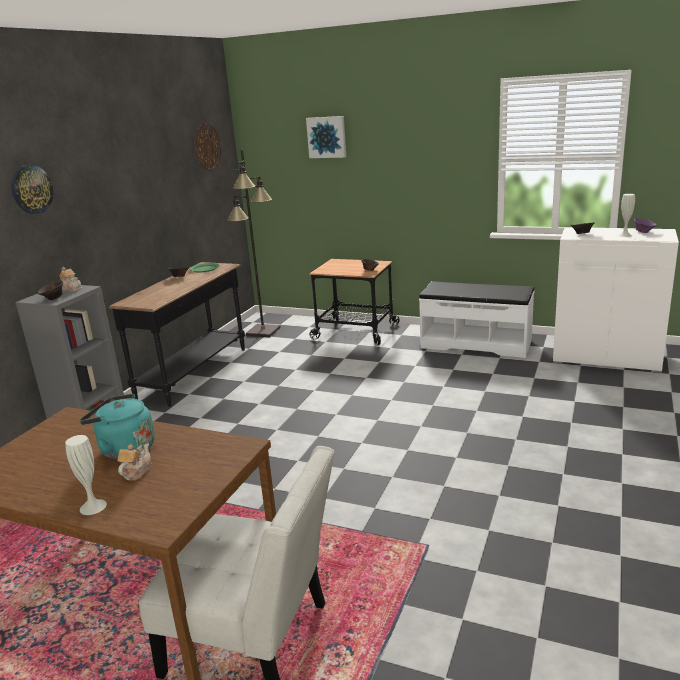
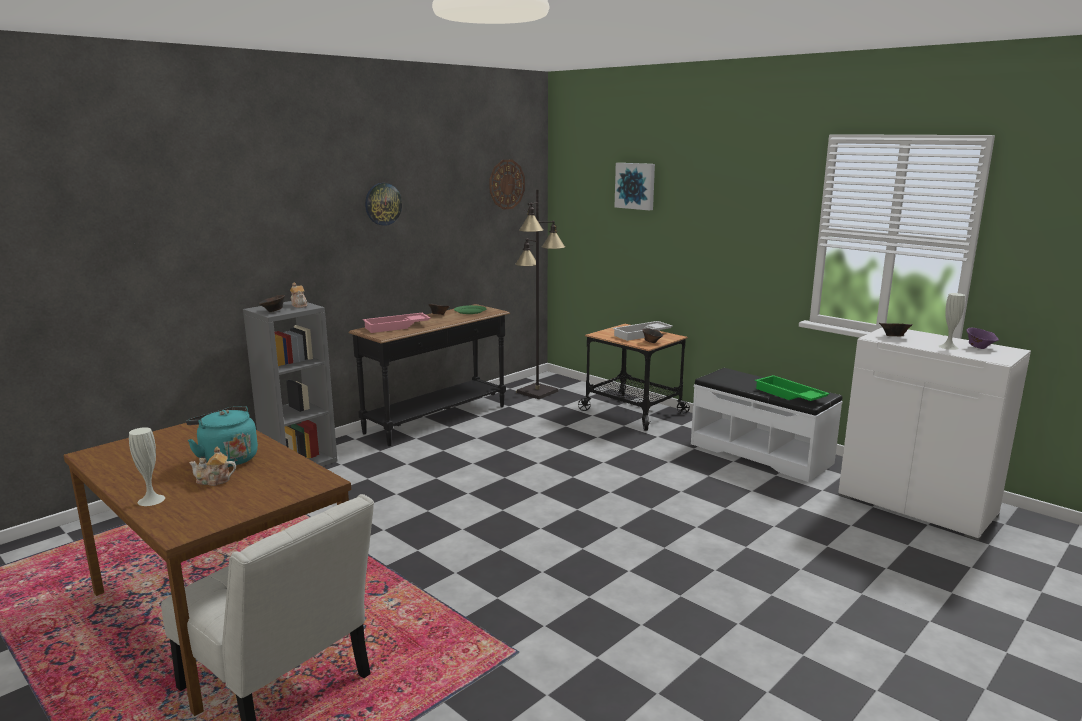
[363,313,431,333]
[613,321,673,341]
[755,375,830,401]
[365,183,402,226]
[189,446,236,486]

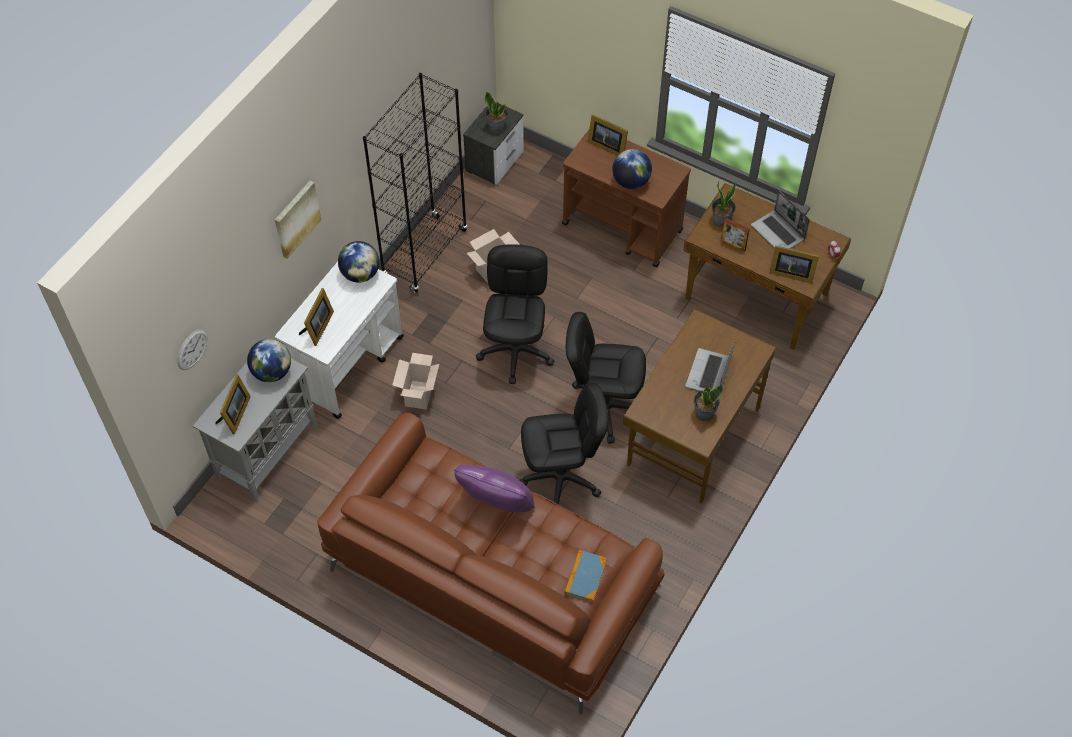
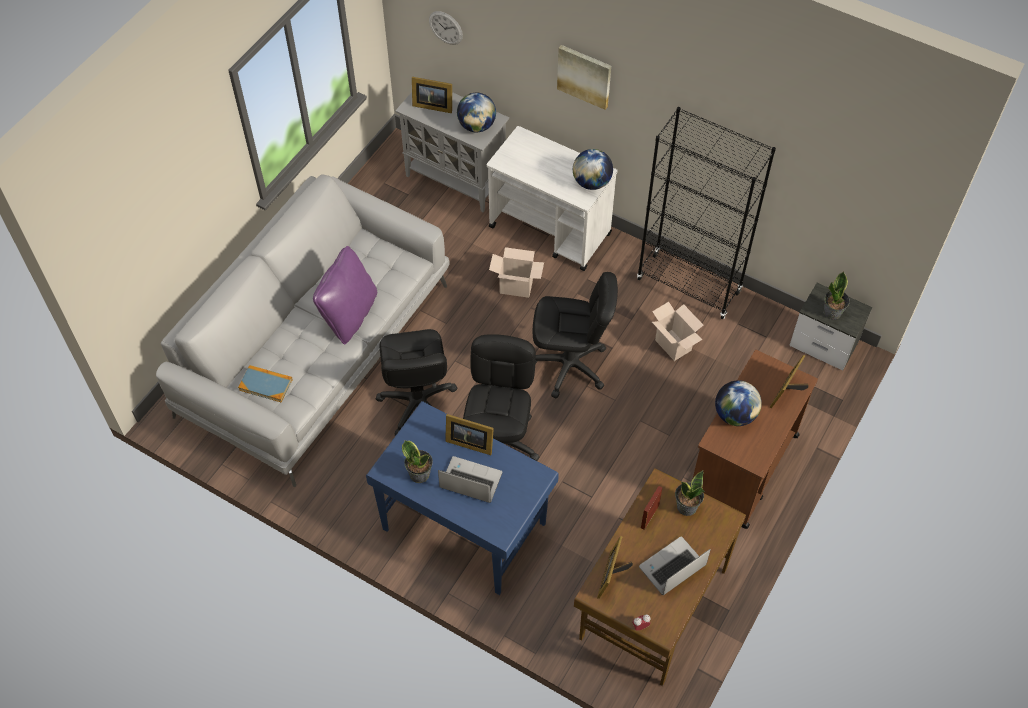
[445,414,494,455]
[156,174,450,487]
[366,401,559,595]

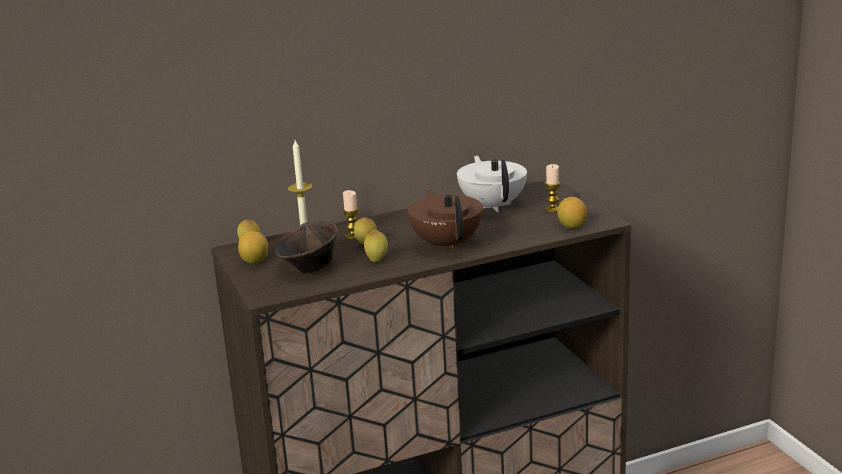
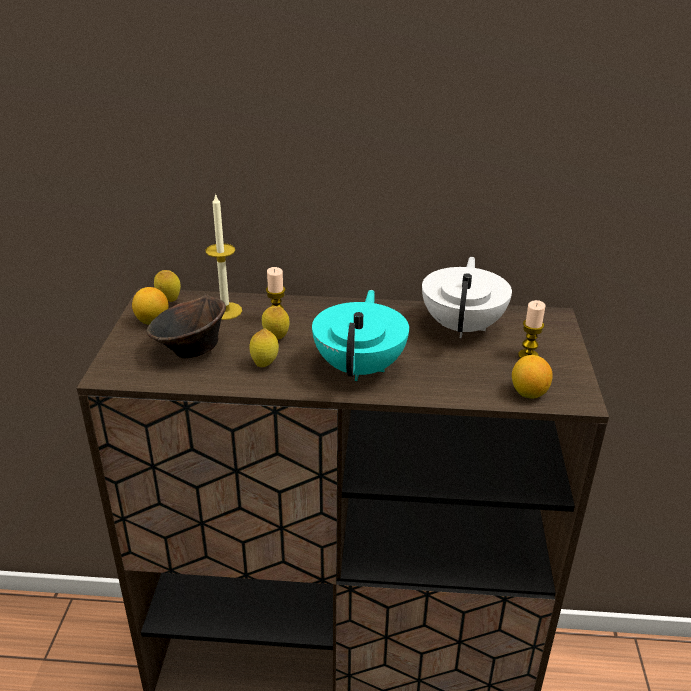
[312,290,409,381]

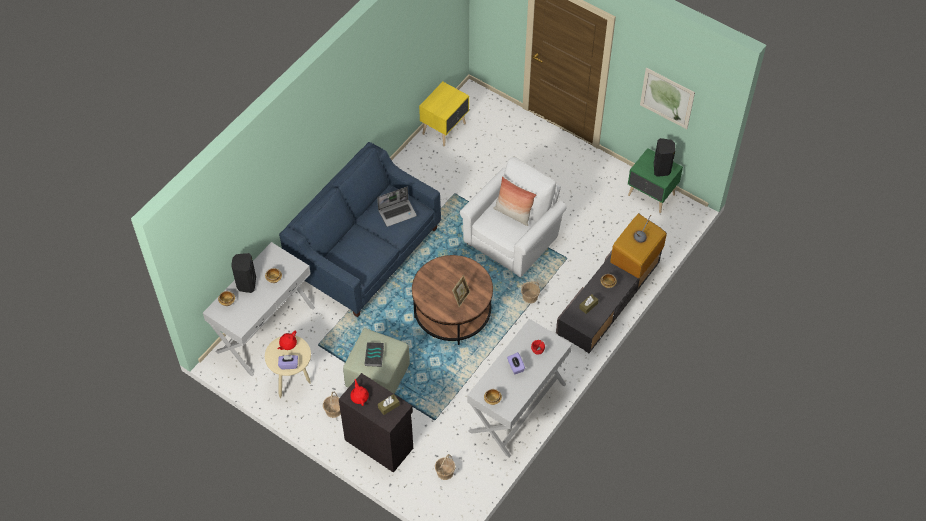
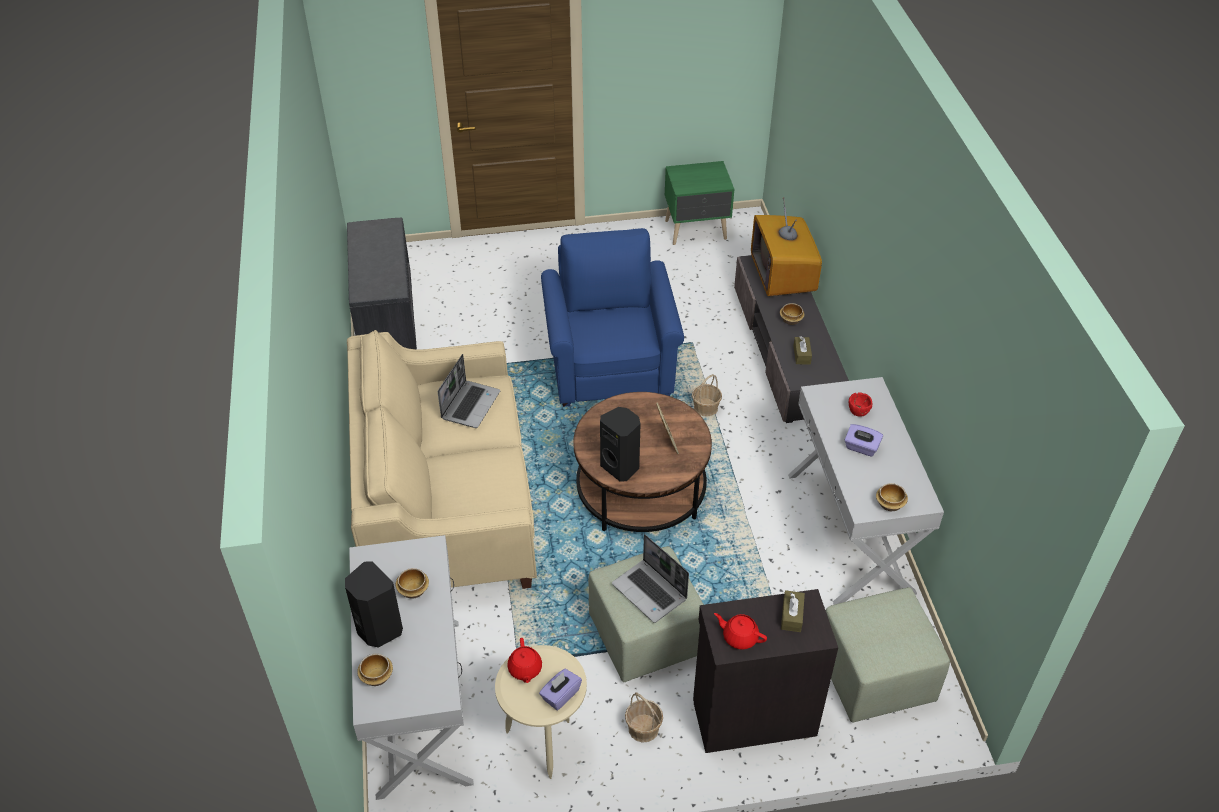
[493,176,536,226] (first image)
[640,68,695,129] (first image)
[600,407,640,482]
[612,534,689,623]
[347,218,417,349]
[826,587,950,722]
[347,330,537,589]
[541,228,684,407]

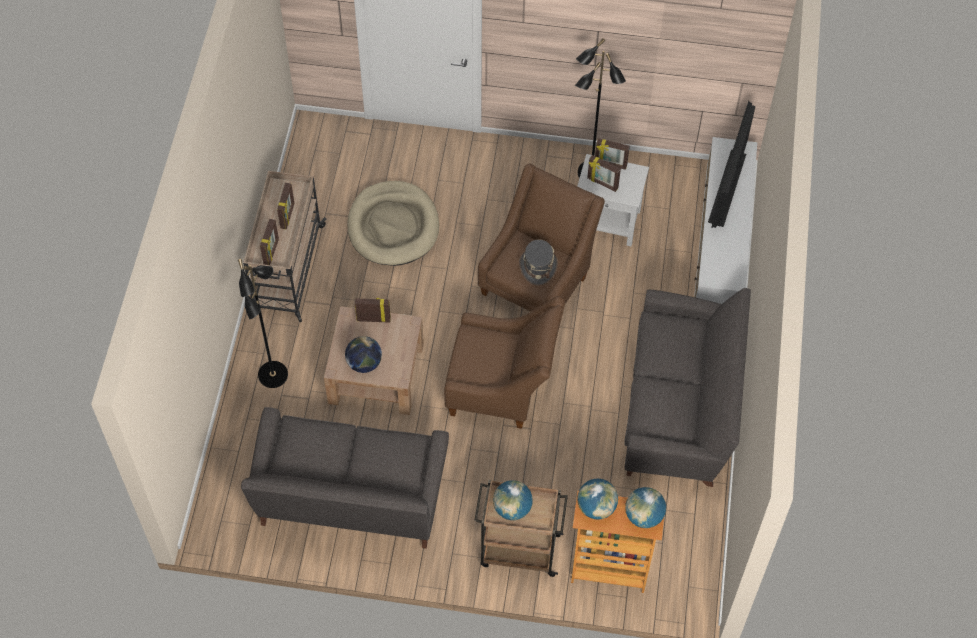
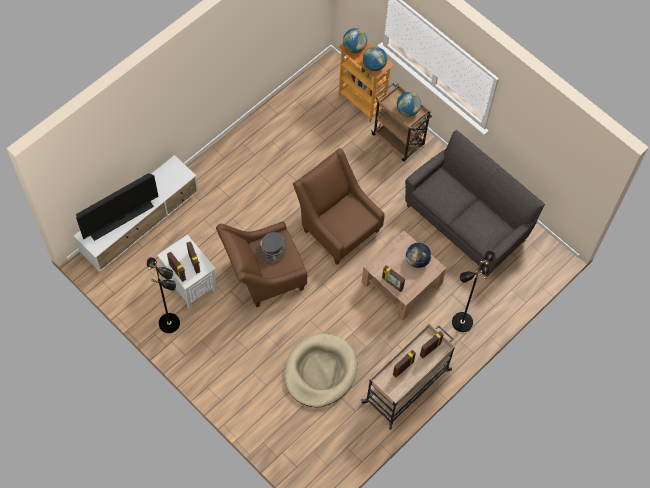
[624,288,751,487] (first image)

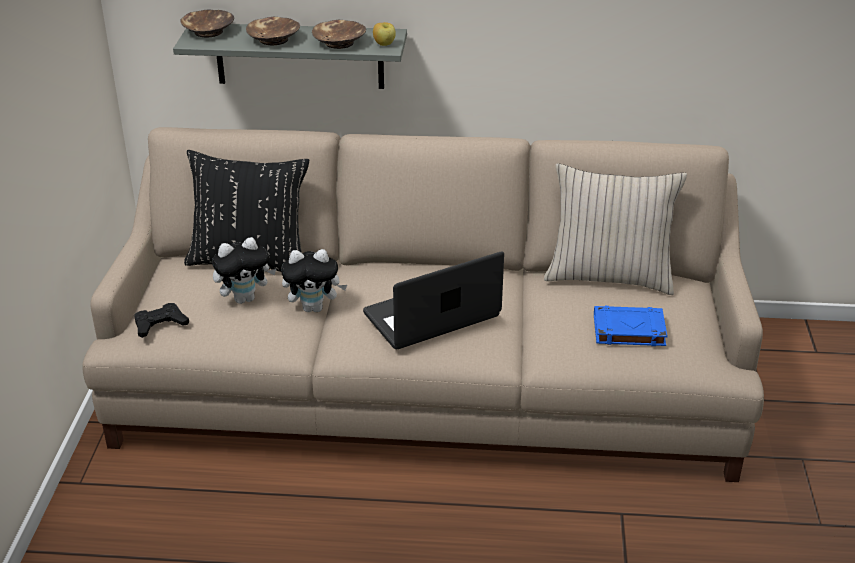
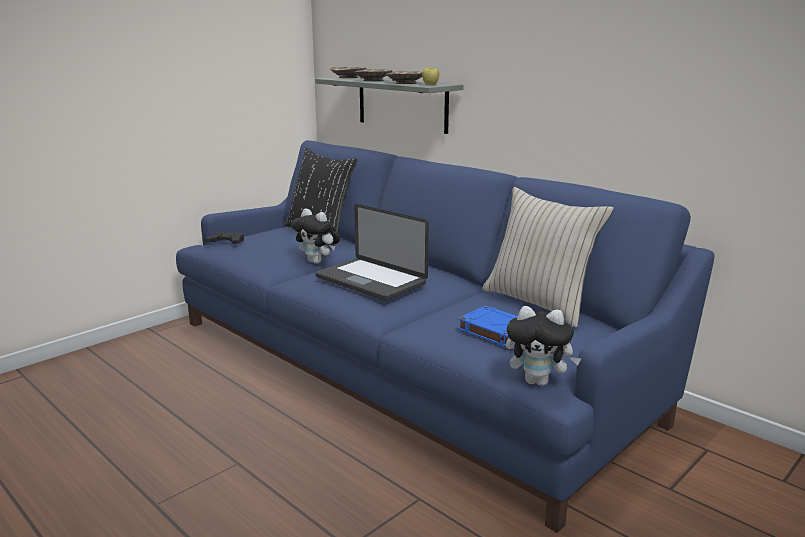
[506,306,582,386]
[176,140,715,533]
[315,204,429,301]

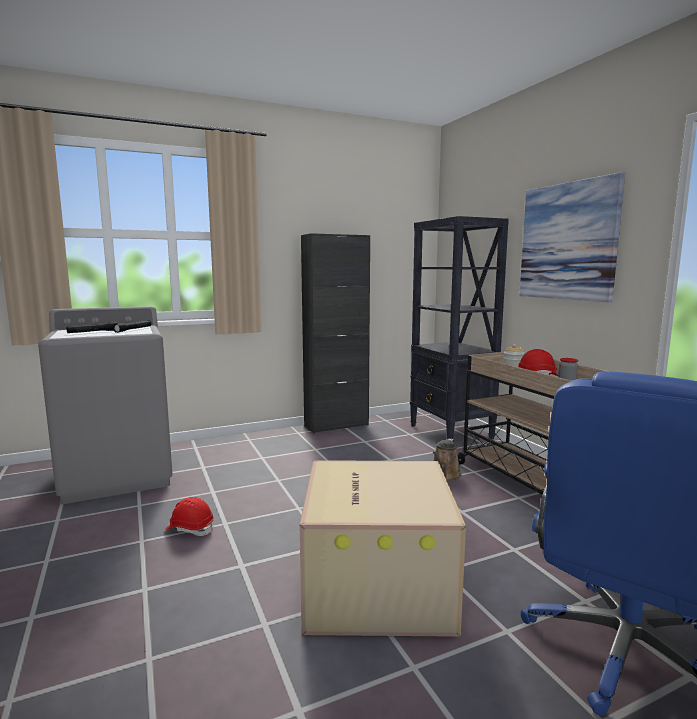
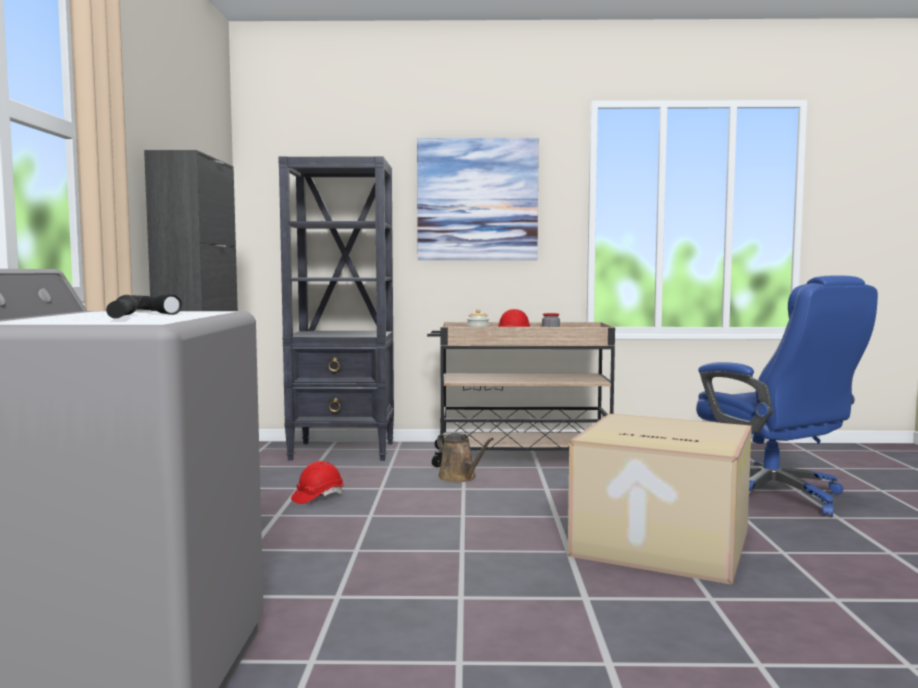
[291,461,344,504]

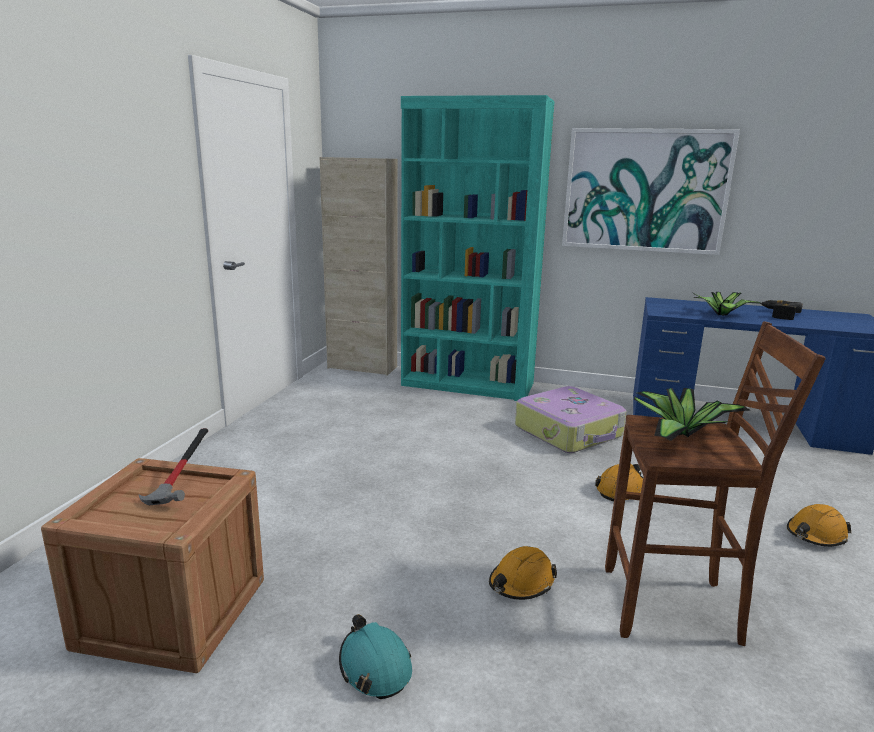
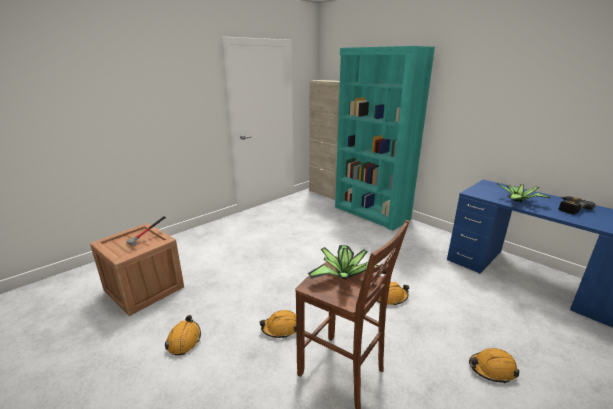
[515,386,627,453] (first image)
[562,128,740,255] (first image)
[165,315,201,355]

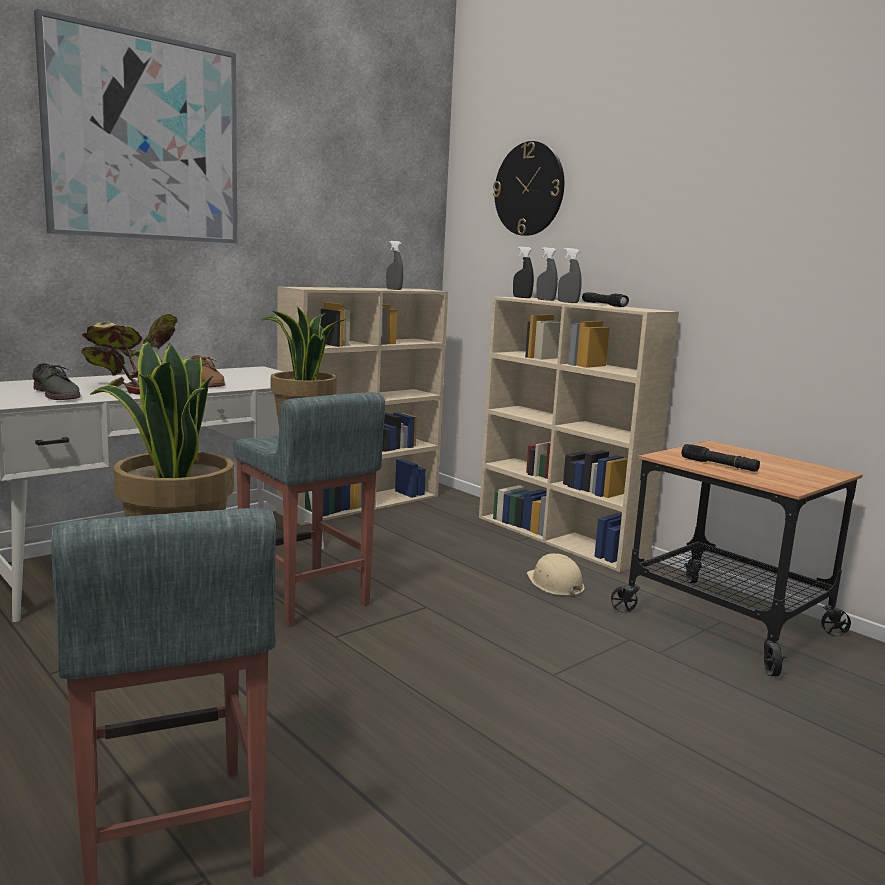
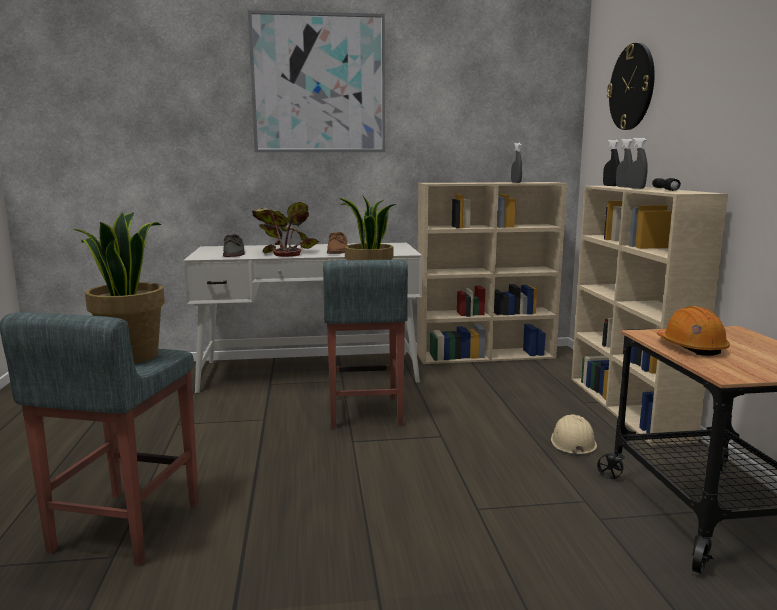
[657,306,730,356]

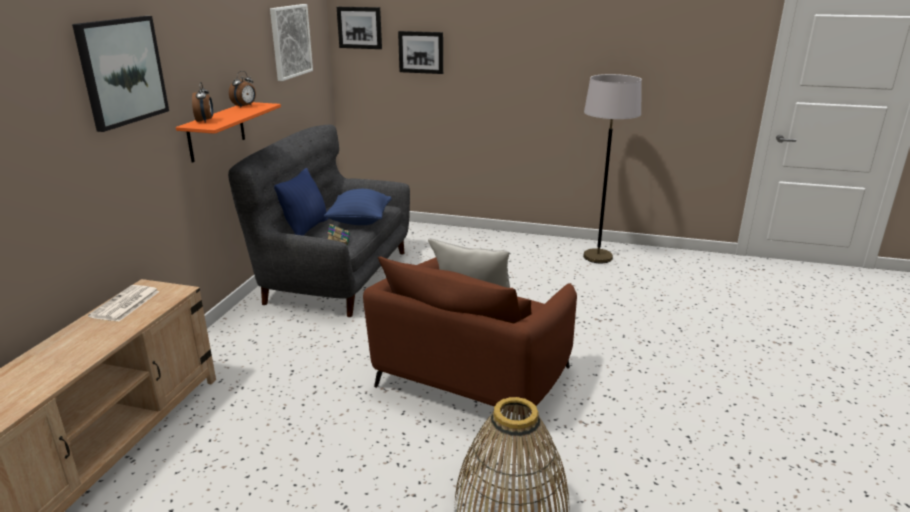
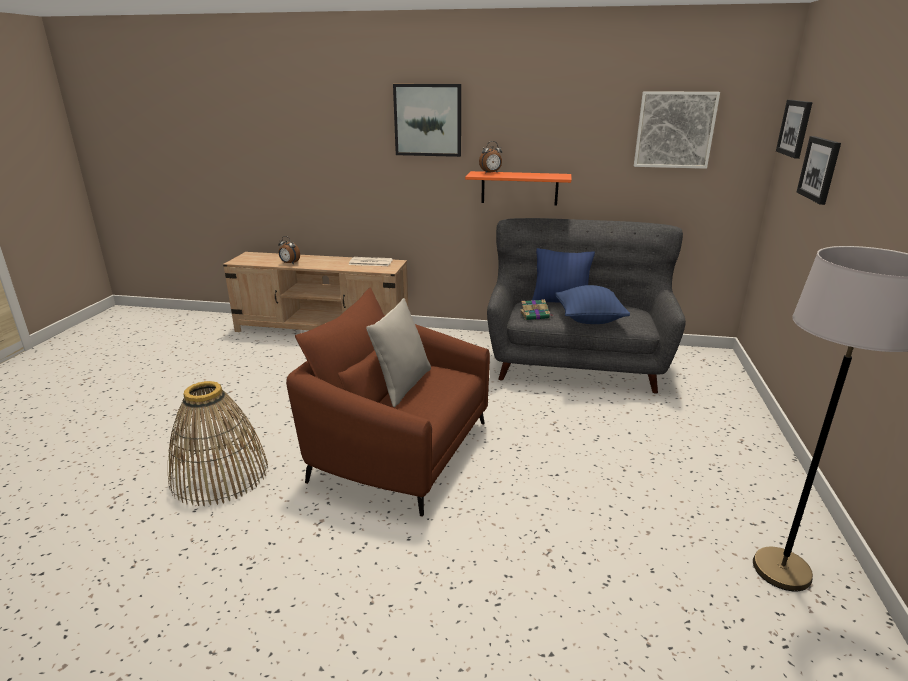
[278,236,300,265]

